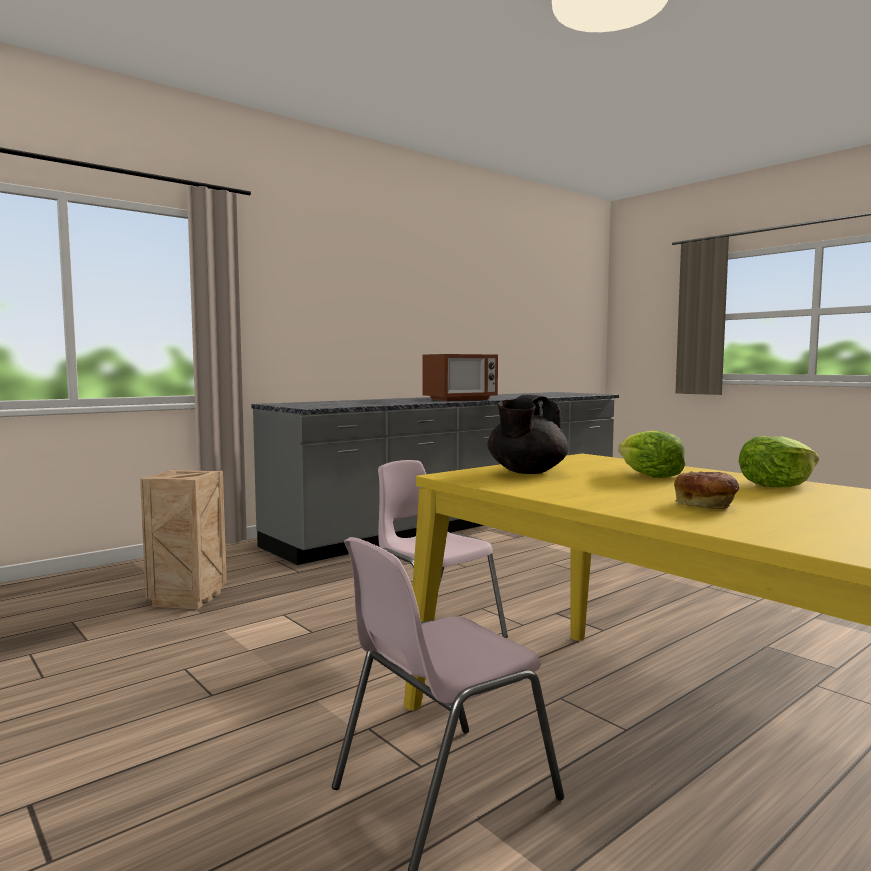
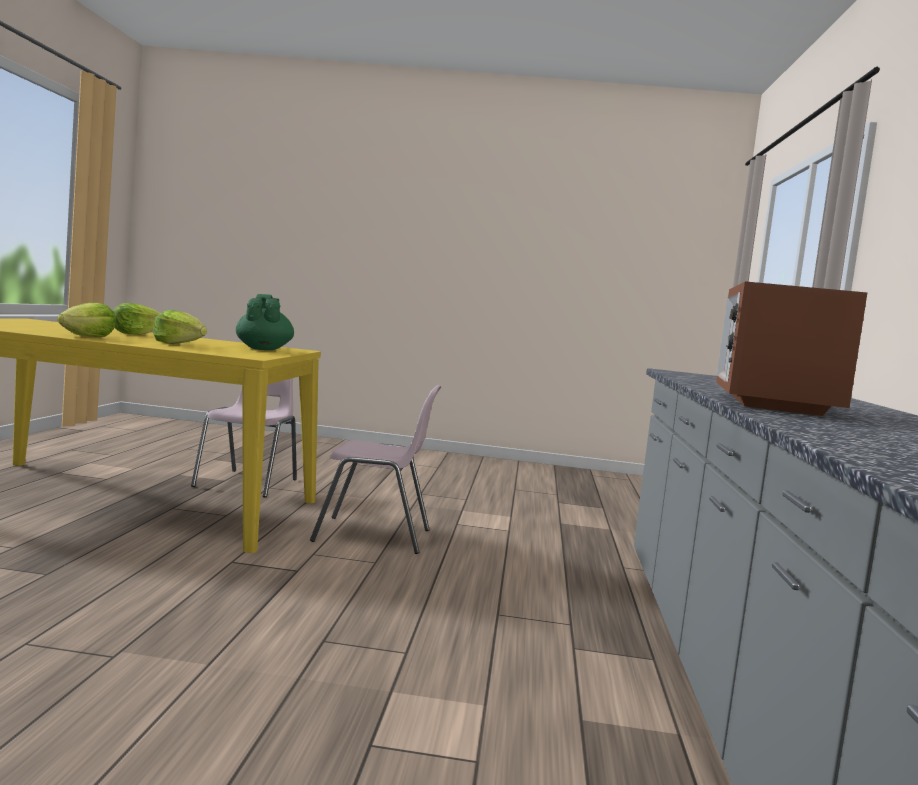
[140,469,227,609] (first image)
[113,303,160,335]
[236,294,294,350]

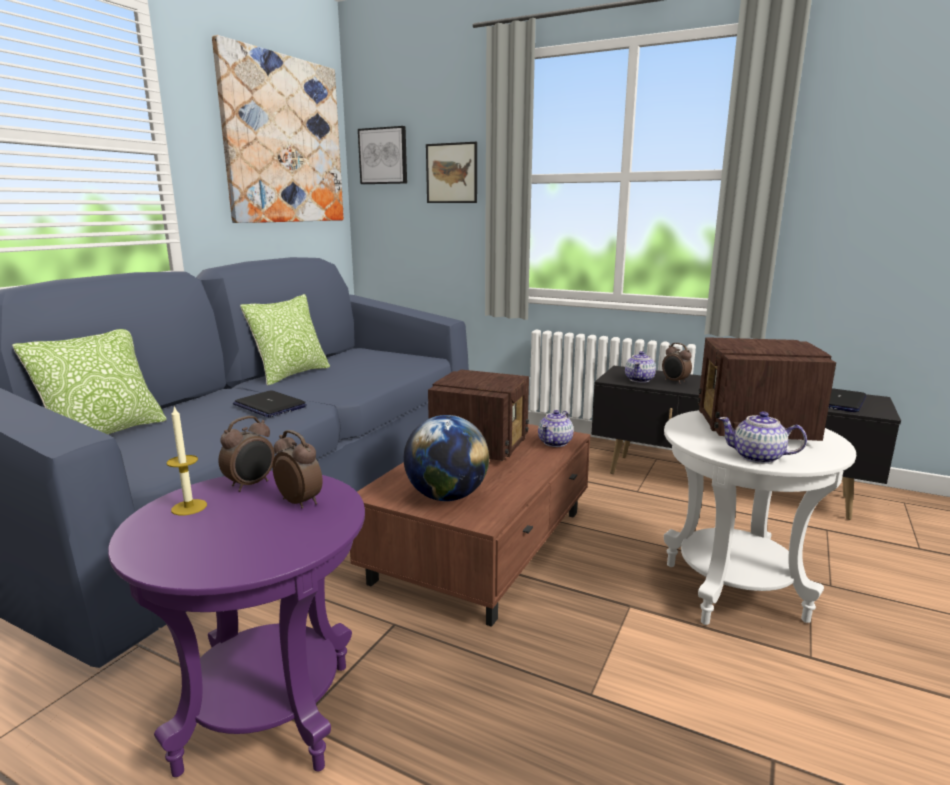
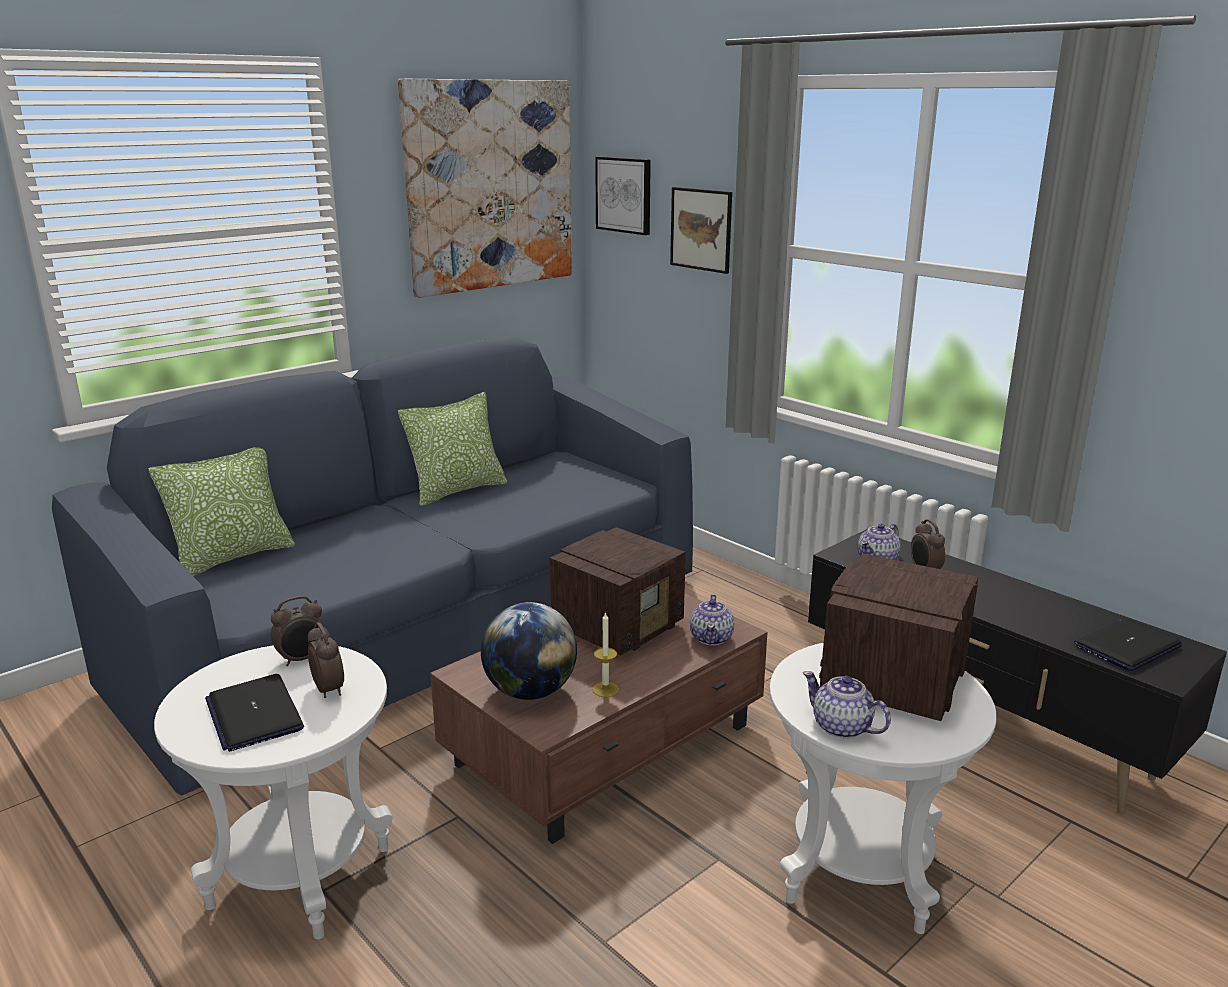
[592,612,619,697]
[205,674,304,752]
[154,645,393,939]
[690,594,734,645]

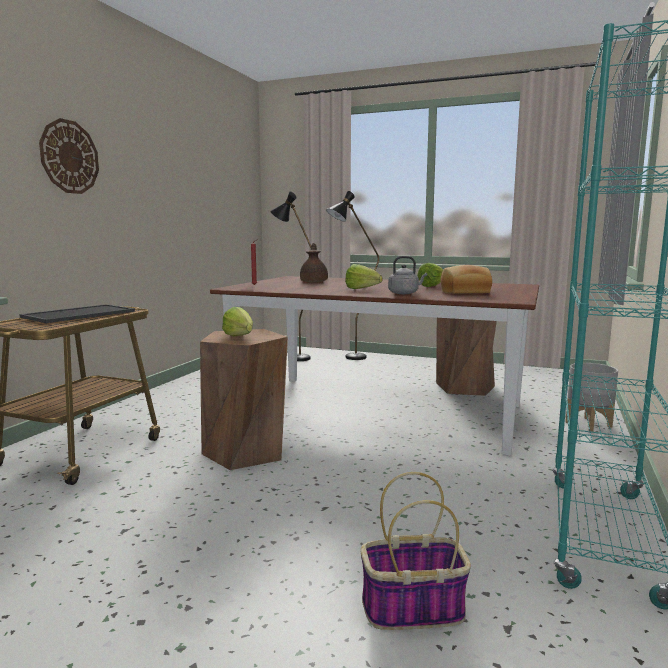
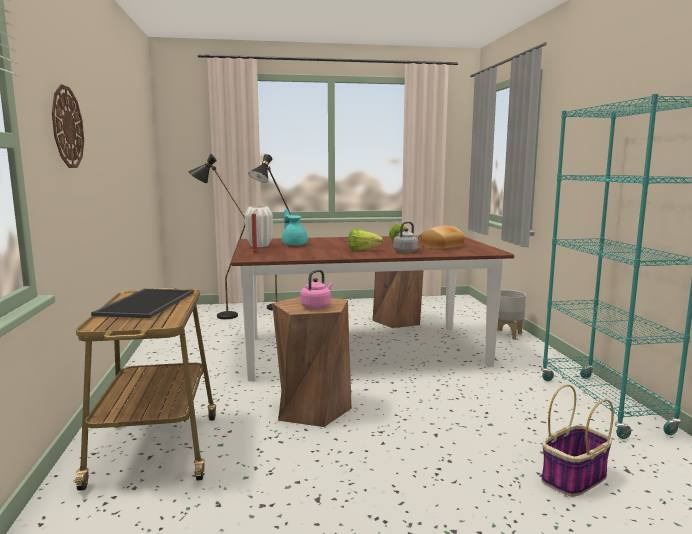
[245,206,273,247]
[300,270,333,309]
[282,209,308,246]

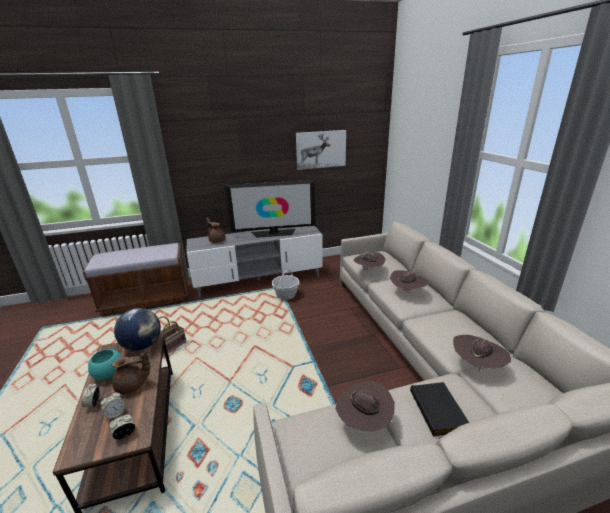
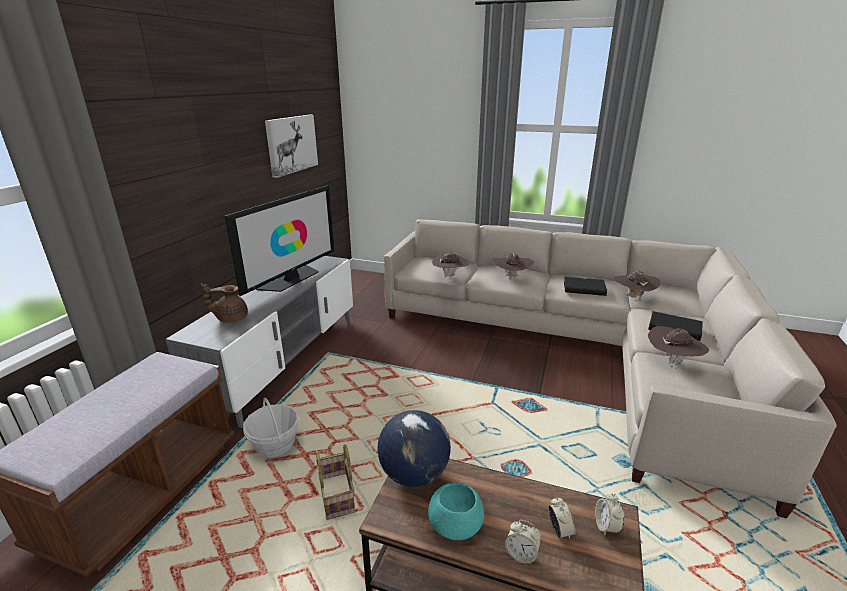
[112,350,150,395] (first image)
[564,277,607,296]
[243,397,300,457]

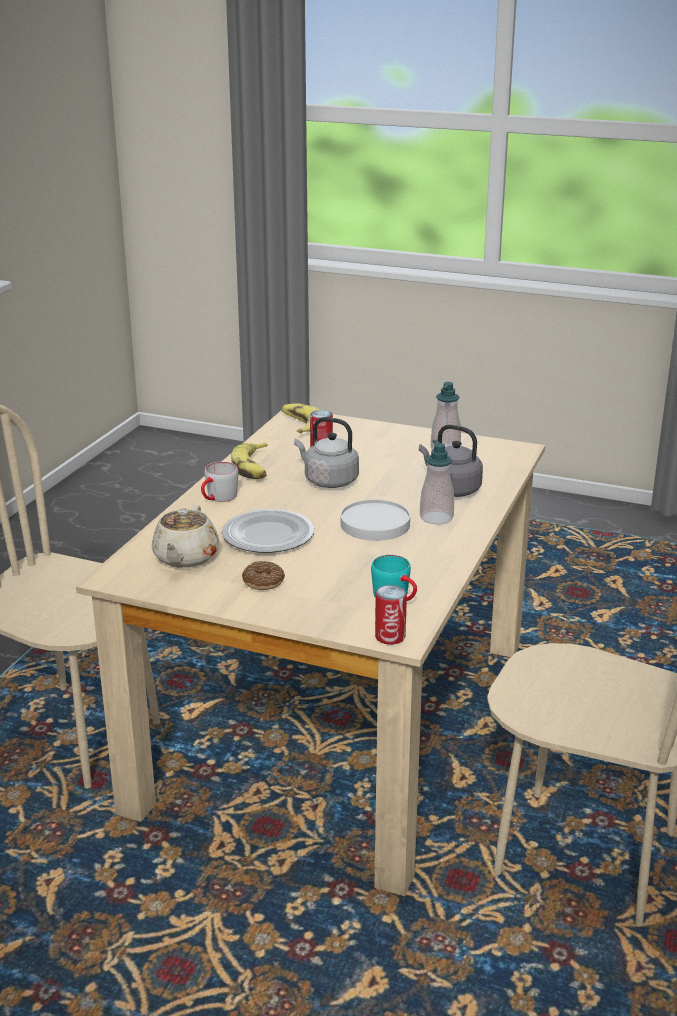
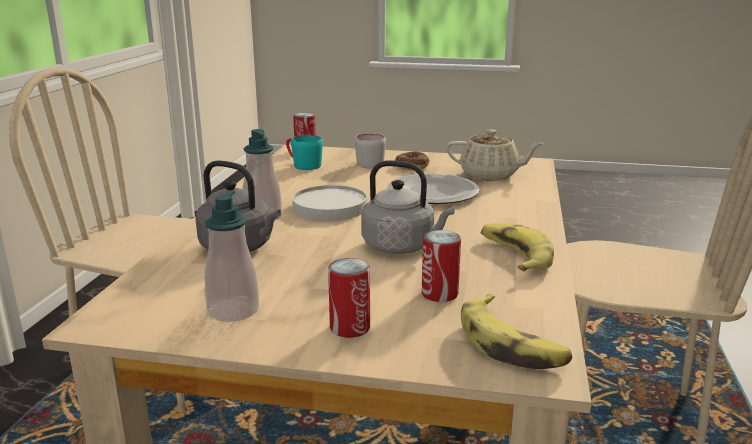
[328,258,370,338]
[355,134,386,168]
[446,129,543,181]

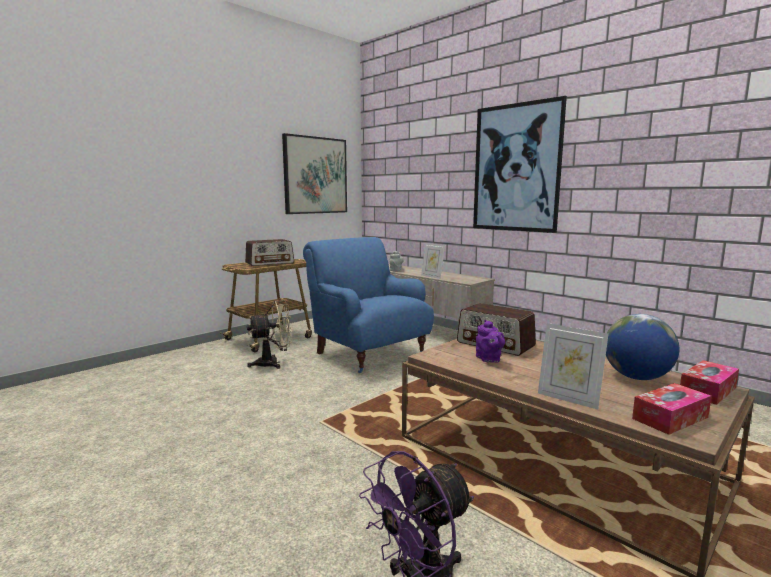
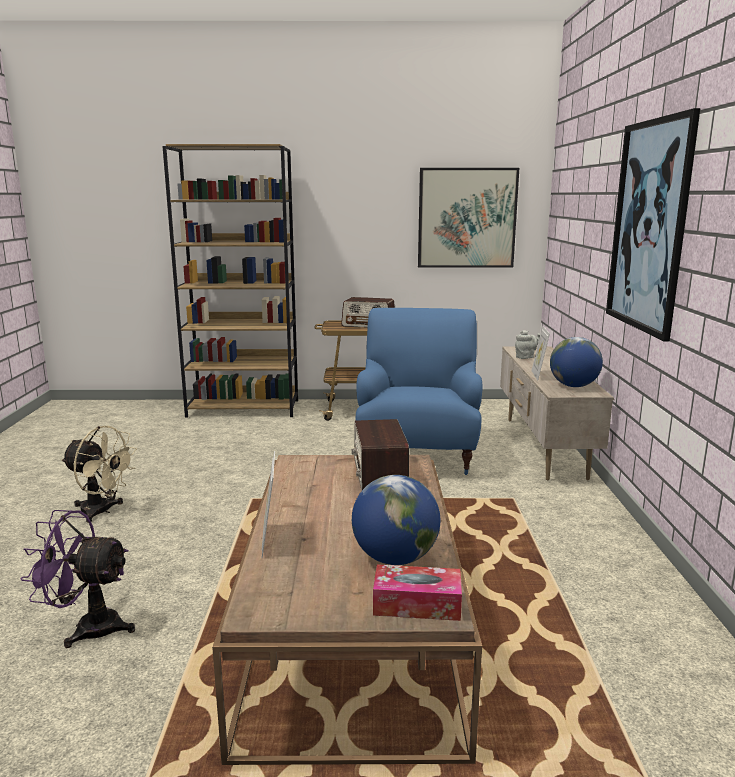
[476,320,505,363] (first image)
[632,383,712,435] (first image)
[162,144,298,418]
[550,337,603,387]
[61,426,137,523]

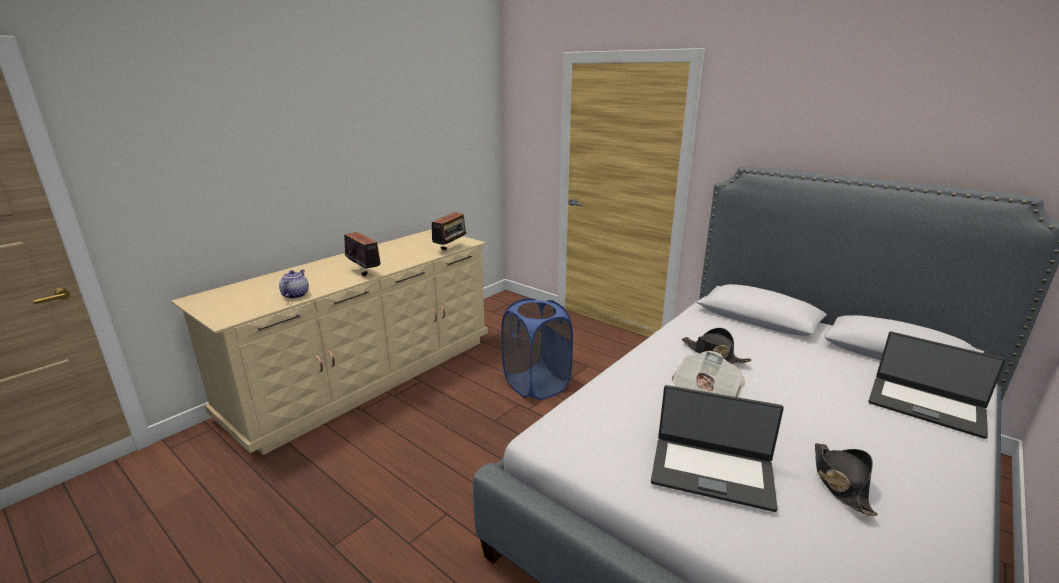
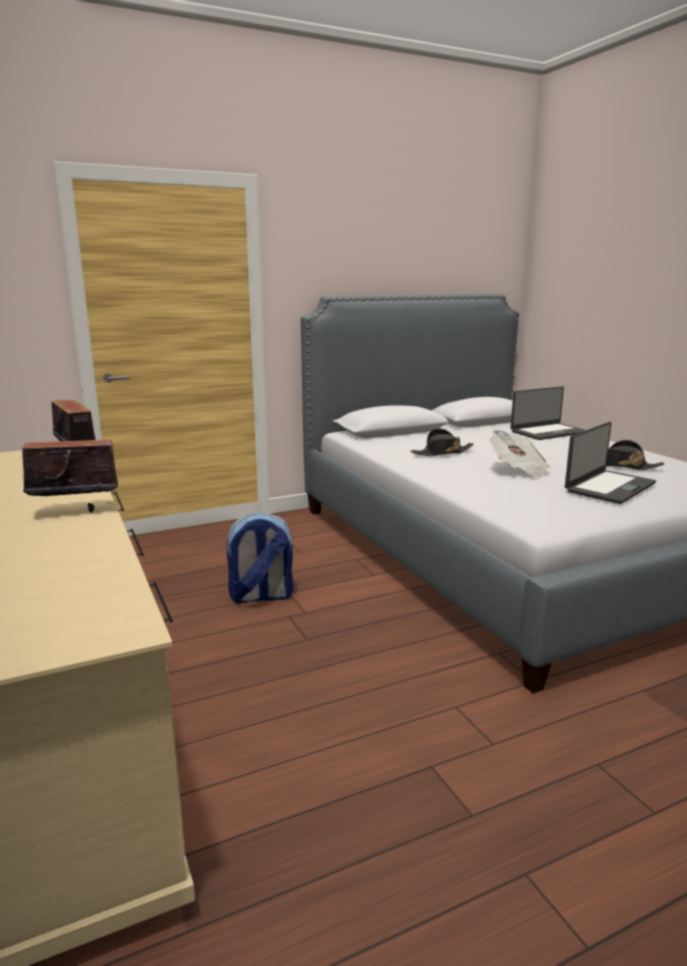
[279,270,309,299] (first image)
[224,513,293,603]

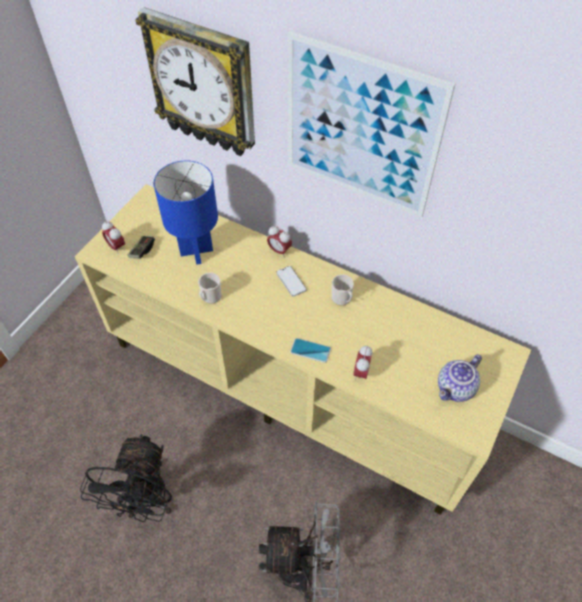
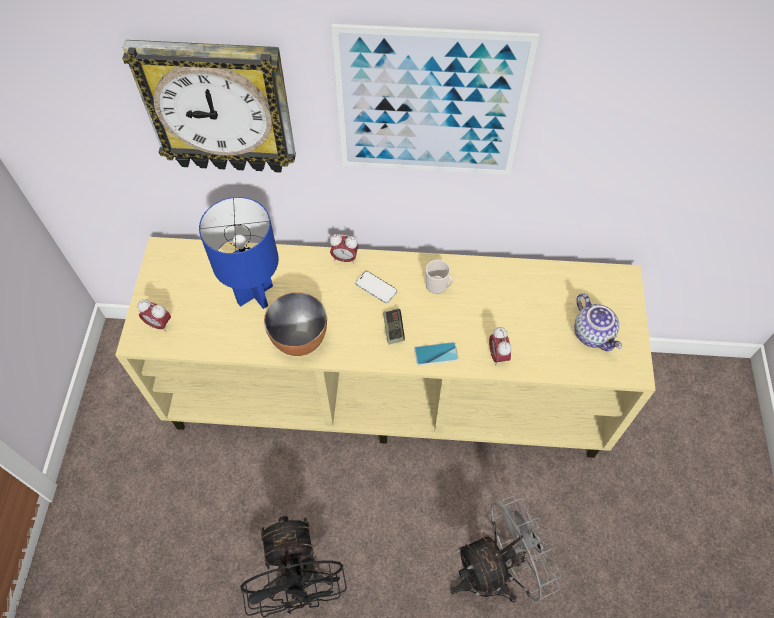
[383,308,405,345]
[264,292,327,356]
[574,293,622,351]

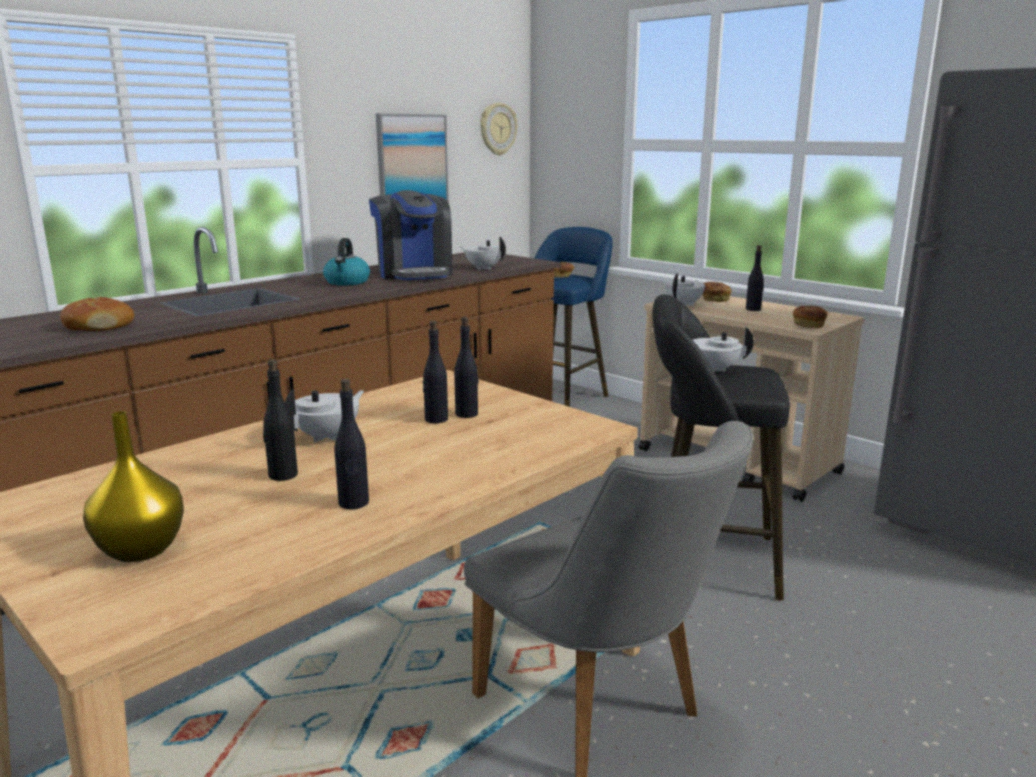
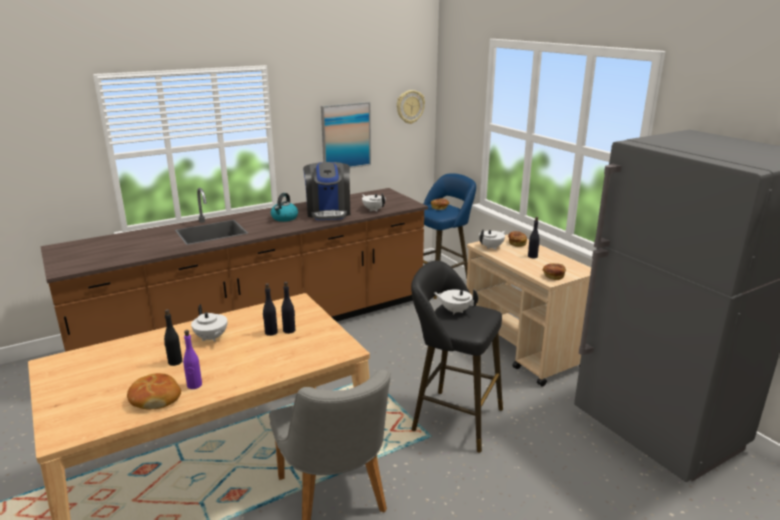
[83,411,184,562] (first image)
[127,373,181,409]
[183,330,202,389]
[191,304,227,342]

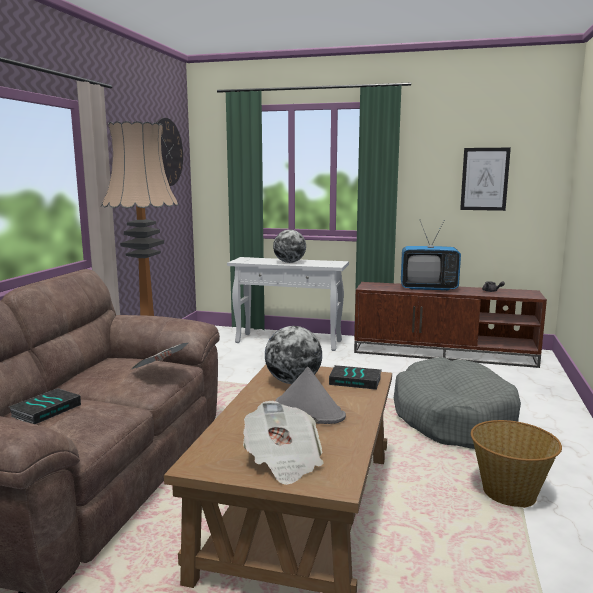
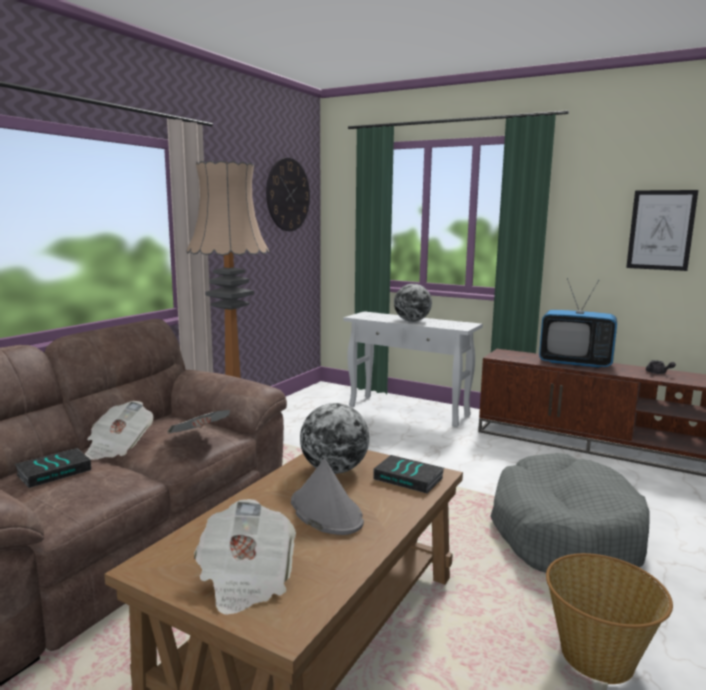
[85,401,153,460]

